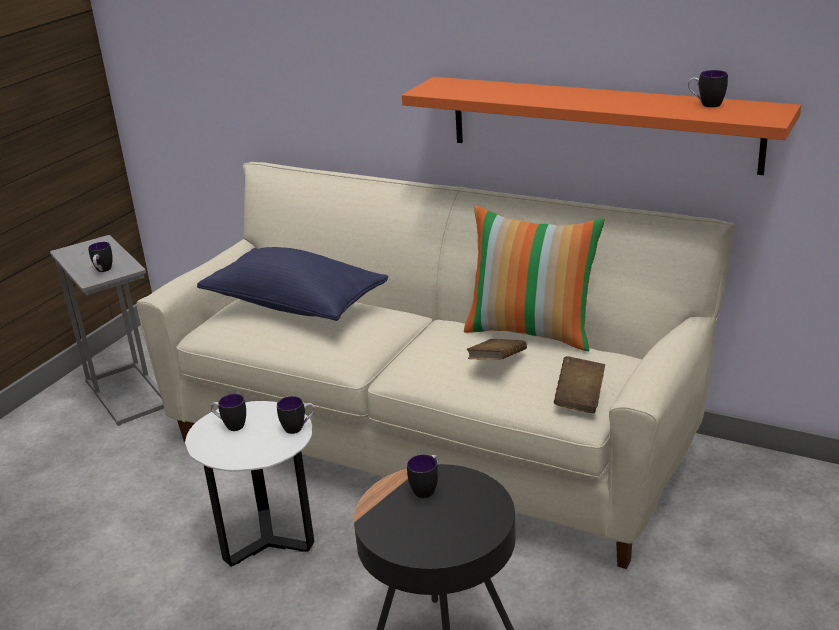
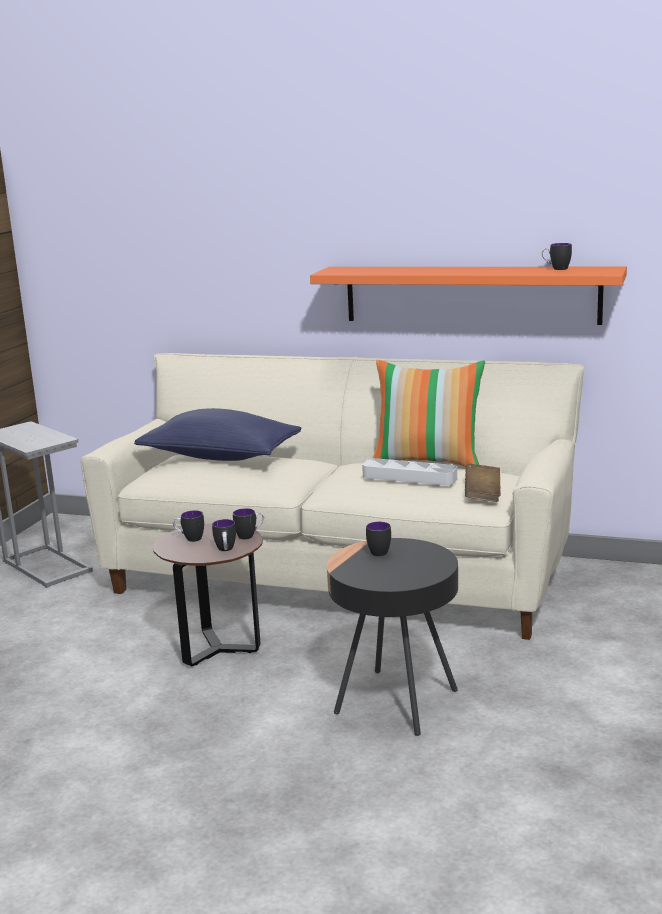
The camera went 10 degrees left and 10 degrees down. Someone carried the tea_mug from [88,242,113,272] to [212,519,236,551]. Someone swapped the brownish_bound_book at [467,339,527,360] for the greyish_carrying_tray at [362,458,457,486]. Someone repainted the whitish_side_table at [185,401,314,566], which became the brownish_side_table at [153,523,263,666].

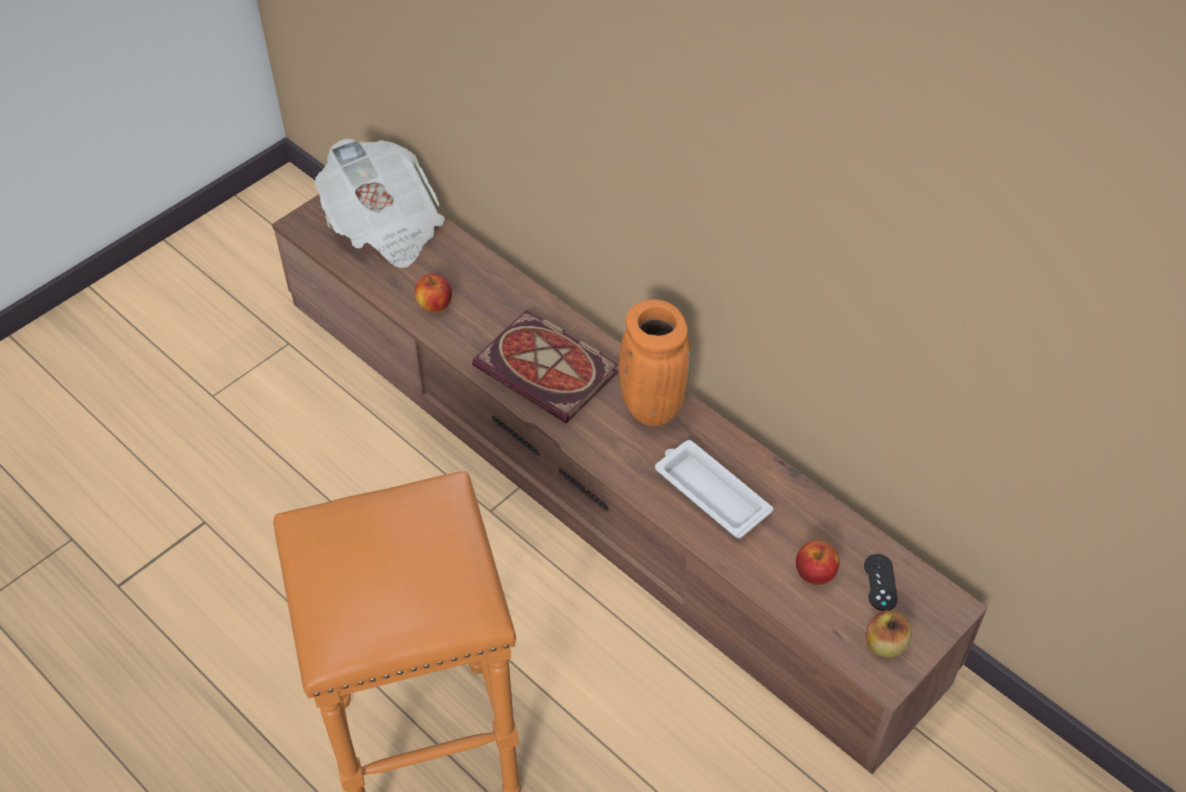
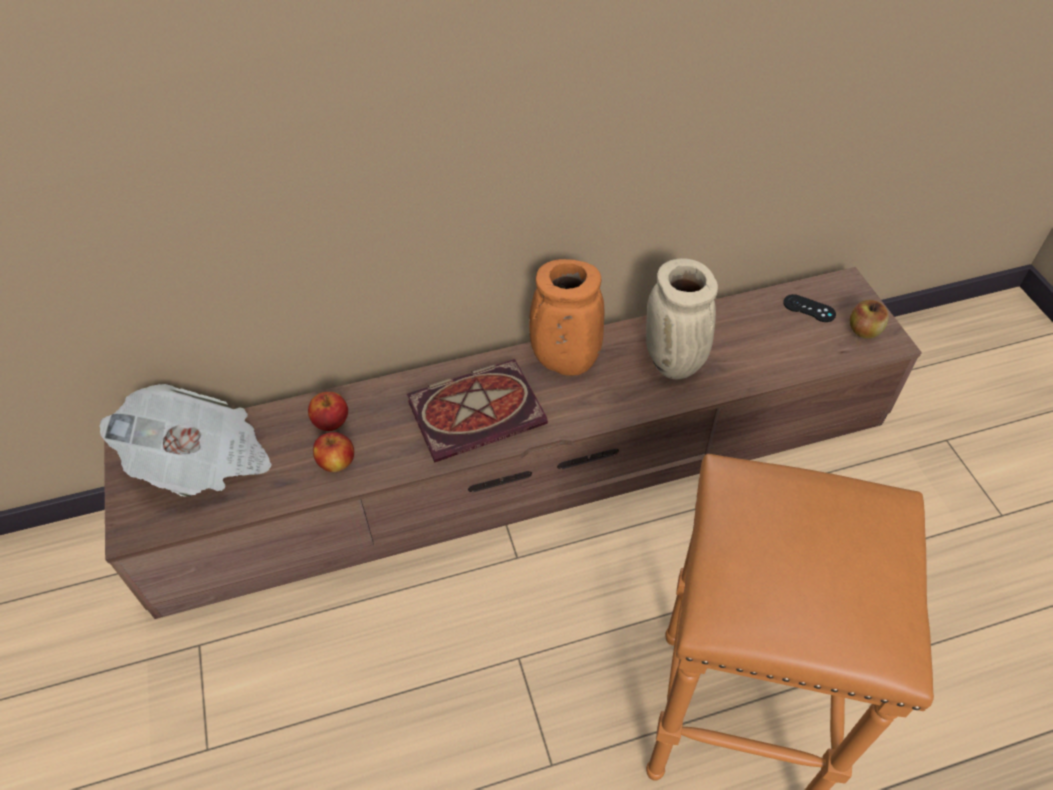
The camera went 60 degrees left and 0 degrees up. Someone carried the apple_fruit from [796,541,839,585] to [308,392,348,431]. Someone swapped the whitish_carrying_tray at [655,440,773,538] for the beige-coloured_decorative_vase at [646,258,718,379].

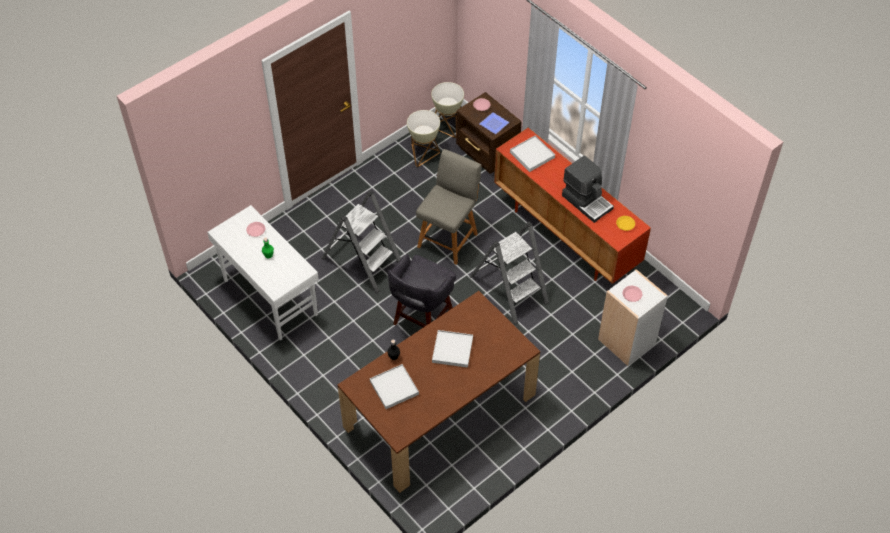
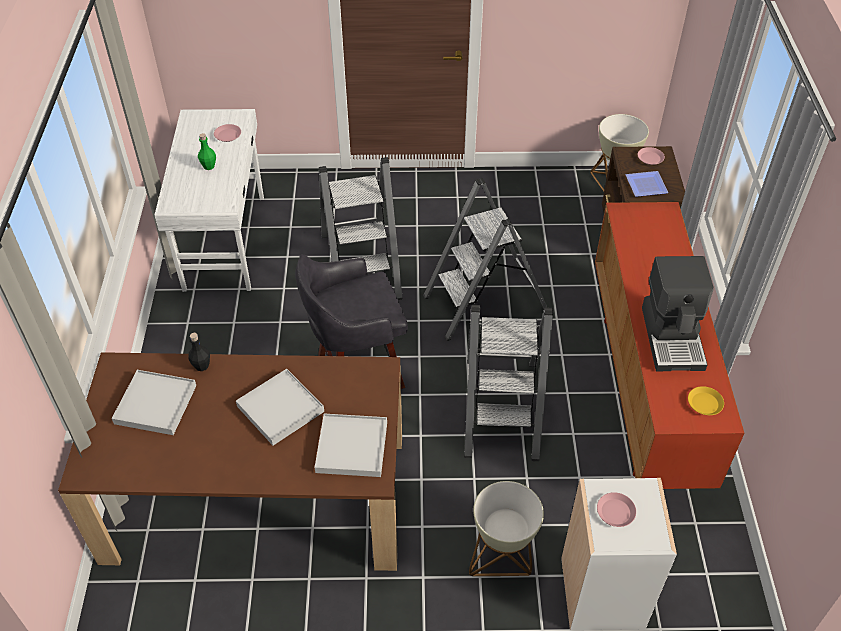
The camera went 40 degrees right and 5 degrees down. Someone carried the plant_pot from [407,110,440,167] to [469,481,544,576]. Someone carried the whitish_carrying_tray from [510,135,555,172] to [315,414,387,477]. Someone swapped the greyish_upright_chair at [416,149,481,265] for the greyish_stepladder at [423,178,548,341].

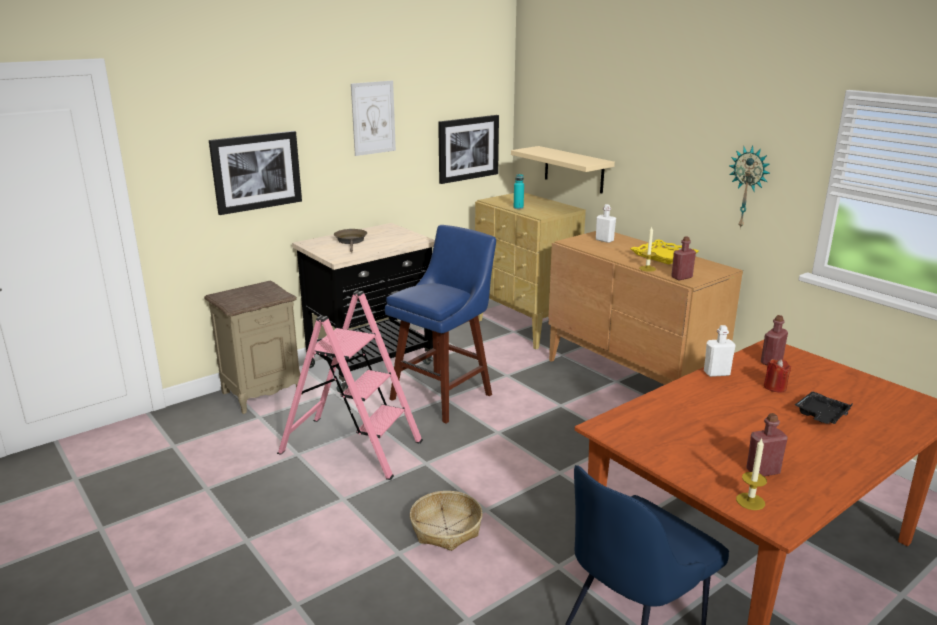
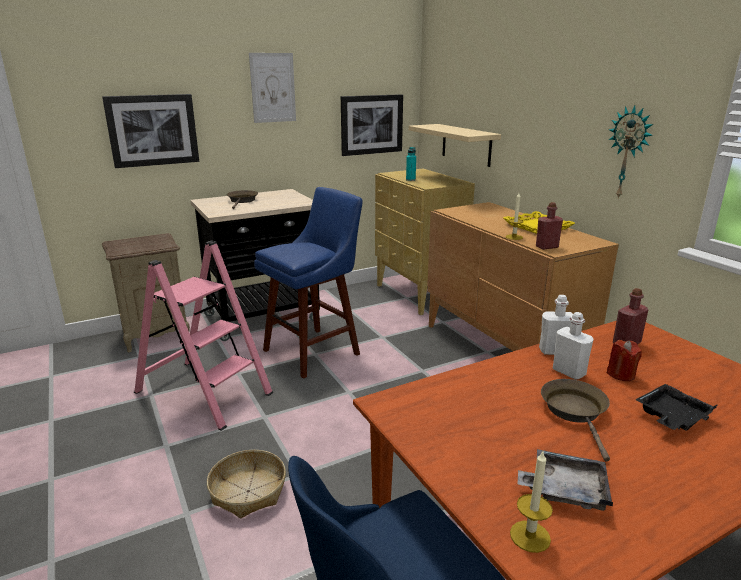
The camera went 10 degrees right and 0 degrees up. Someone put down the brownish_skillet at [541,379,610,461]. Someone carried the whitish_drink_bottle from [596,204,616,243] to [553,312,594,380]. Someone swapped the red_drink_bottle at [746,413,788,476] for the greyish_carrying_tray at [518,449,613,511].

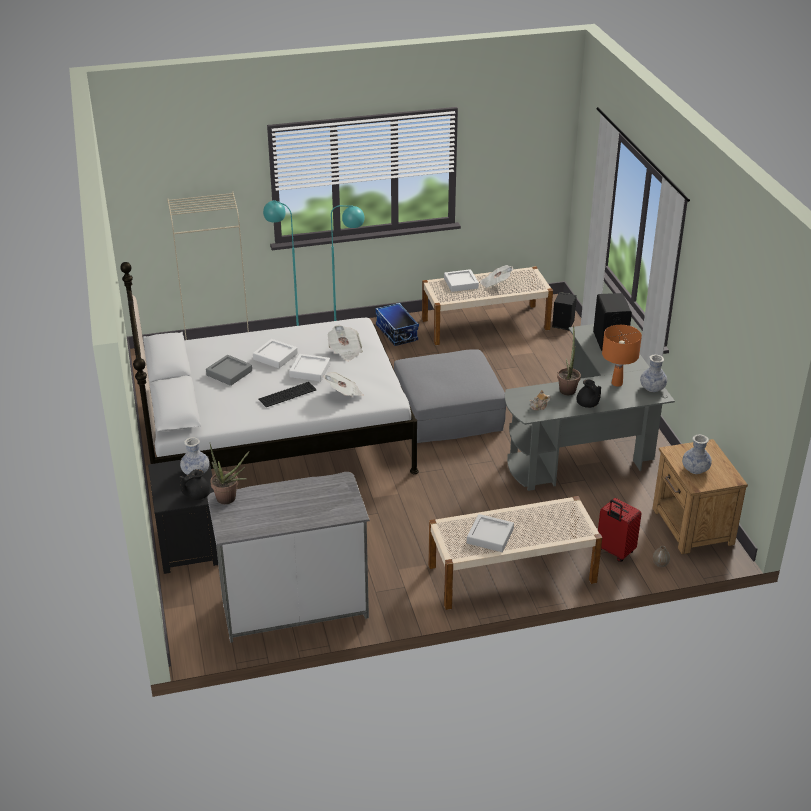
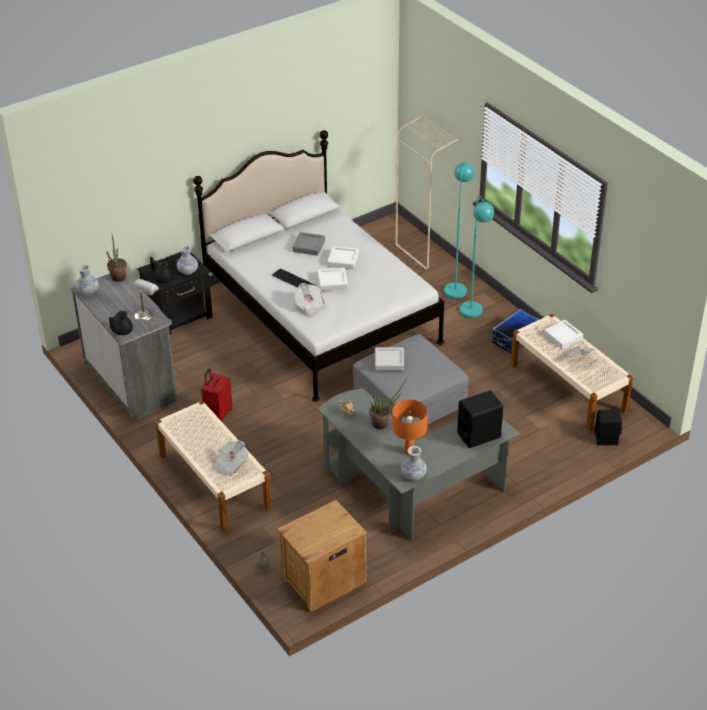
The camera went 70 degrees right and 5 degrees up. Someone put down the whitish_table_lamp at [130,279,159,321]. Someone carried the printed_paper from [327,325,363,361] to [213,441,248,476]. Someone carried the greyish_carrying_tray from [467,514,514,552] to [375,347,404,371]. Someone carried the blackish_tea_pot from [577,380,601,408] to [109,311,133,335]. Someone carried the red_piece_of_luggage from [598,498,642,562] to [201,369,232,423]. Someone carried the decorative_vase from [682,434,712,474] to [76,264,99,296].

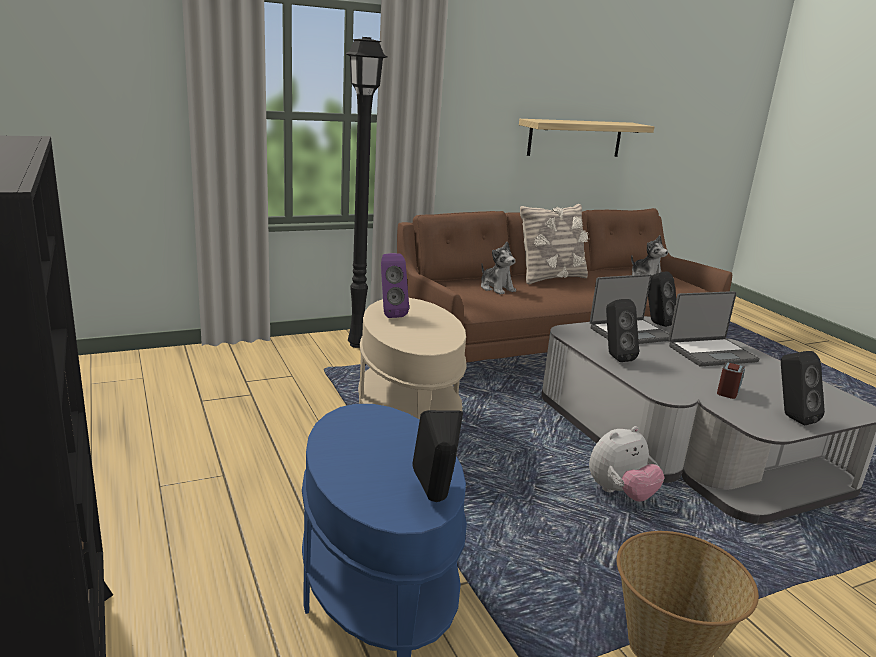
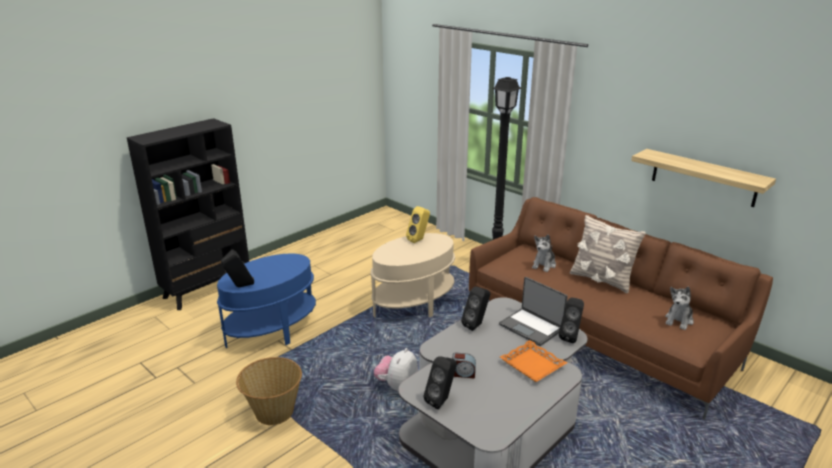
The camera went 70 degrees right and 5 degrees up. Someone swapped the portable_computer at [668,291,760,366] for the orange_carrying_tray at [500,340,567,382]. Someone repainted the purplish_loudspeaker at [381,253,409,318], which became the yellowish_loudspeaker at [406,206,430,243]. Someone rotated the plush_toy at [589,426,664,502] by 75 degrees clockwise.

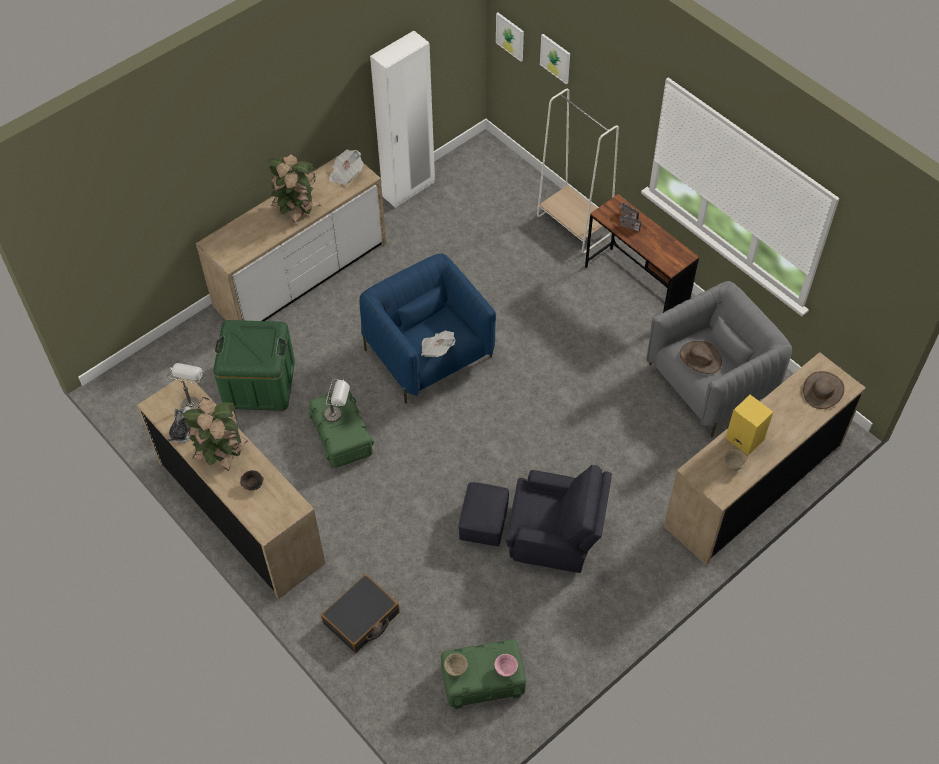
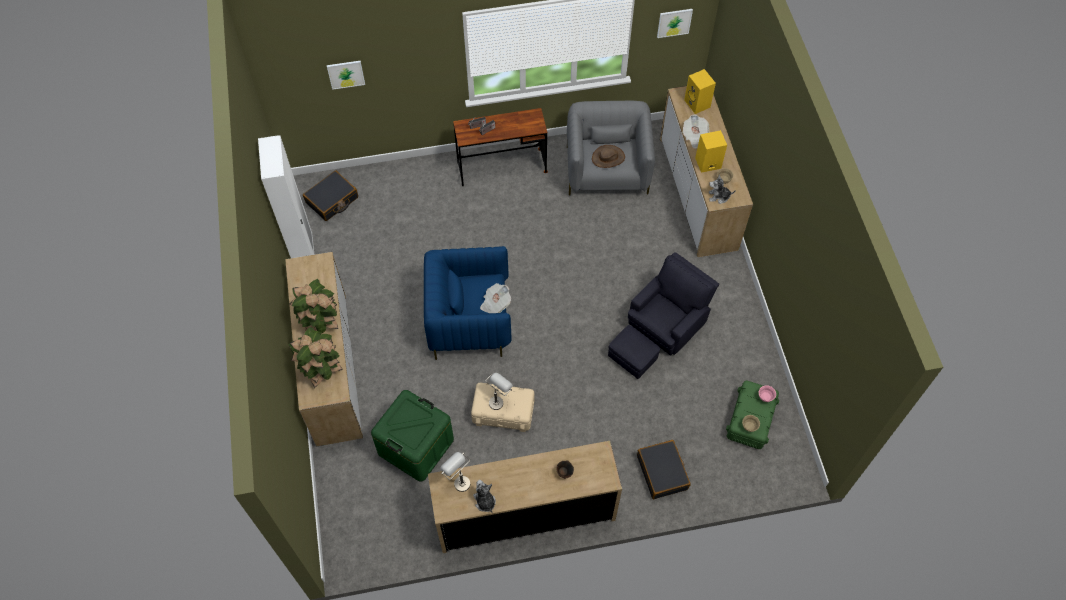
The camera went 60 degrees left and 5 degrees up. Someone took away the clothes_rack at [537,89,619,253]. Someone put down the blackish_piece_of_luggage at [303,170,358,221]. Someone put down the plush_toy at [709,175,736,204]. Someone carried the houseplant from [182,397,248,471] to [289,327,343,388]. Someone carried the printed_paper from [329,150,363,186] to [682,114,709,149]. Someone carried the wall_picture from [496,13,524,62] to [657,9,693,38]. Someone swapped the brownish_hat at [803,371,845,409] for the yellowish_loudspeaker at [684,69,716,114]. Someone repainted the green-coloured_storage_box at [308,390,374,468], which became the beige-coloured_storage_box at [471,383,534,432].

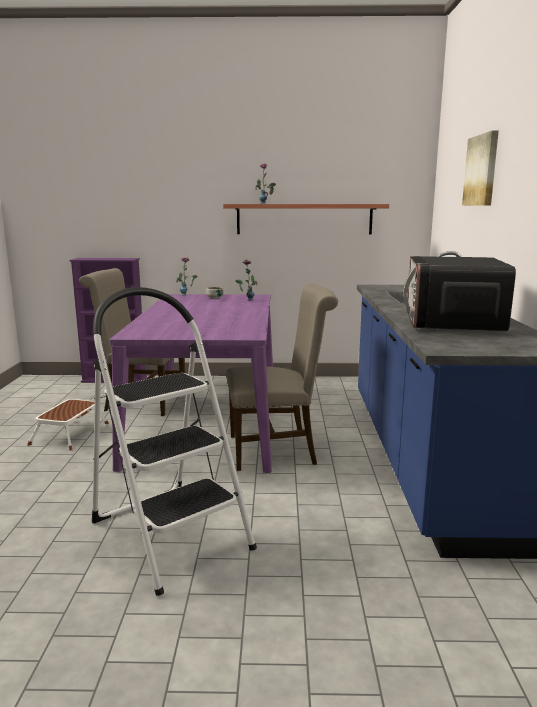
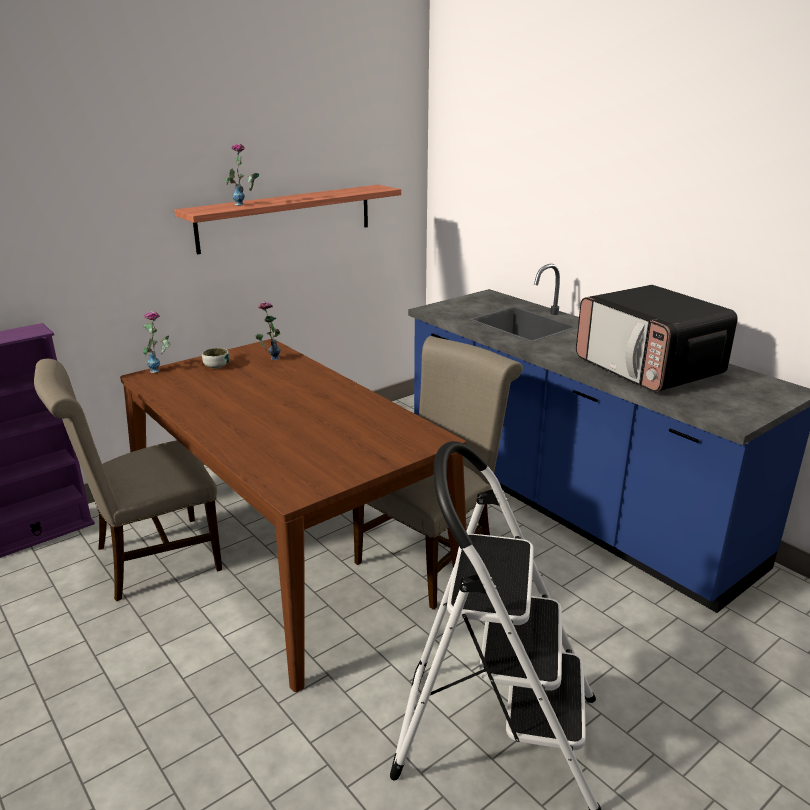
The camera went 40 degrees left and 10 degrees up. Someone took away the brownish_stepladder at [27,399,109,451]. Someone took away the wall_picture at [462,131,499,205]. Someone repainted the purplish_dining_table at [109,294,273,473], which became the brownish_dining_table at [120,339,467,692].

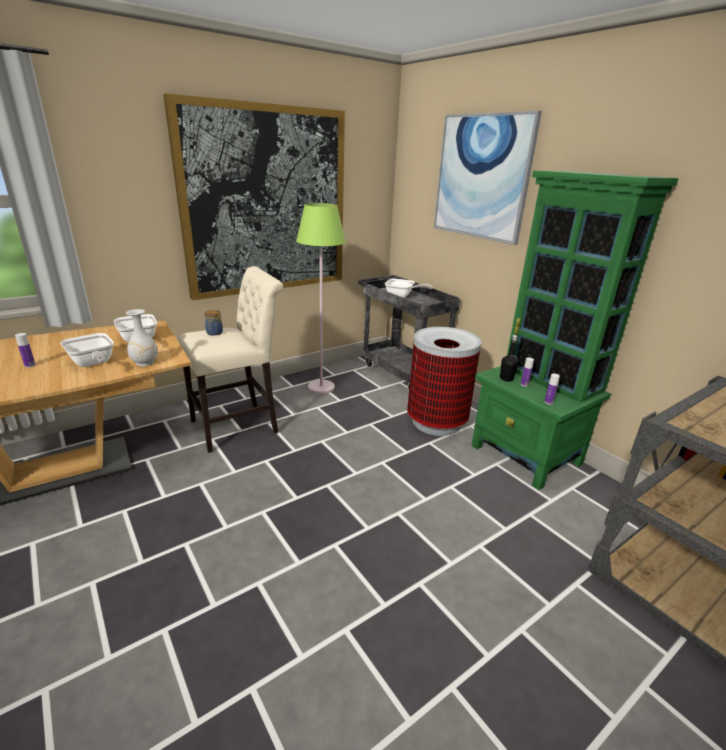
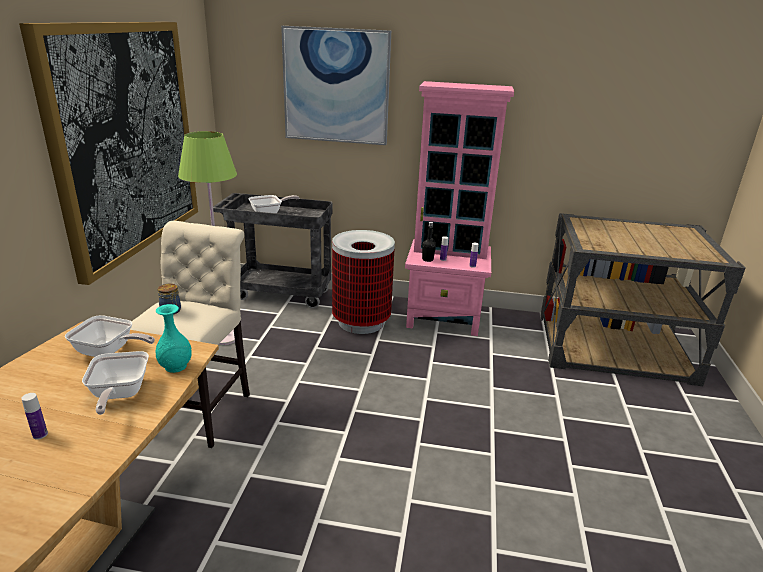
The camera went 45 degrees left and 0 degrees up. Someone repainted the whitish_decorative_vase at [126,309,158,366], which became the turquoise-coloured_decorative_vase at [156,304,192,373]. Someone repainted the green-coloured_storage_cabinet at [471,171,679,490], which became the pinkish_storage_cabinet at [405,81,514,336]. Someone rotated the skillet at [60,333,114,367] by 75 degrees clockwise.

